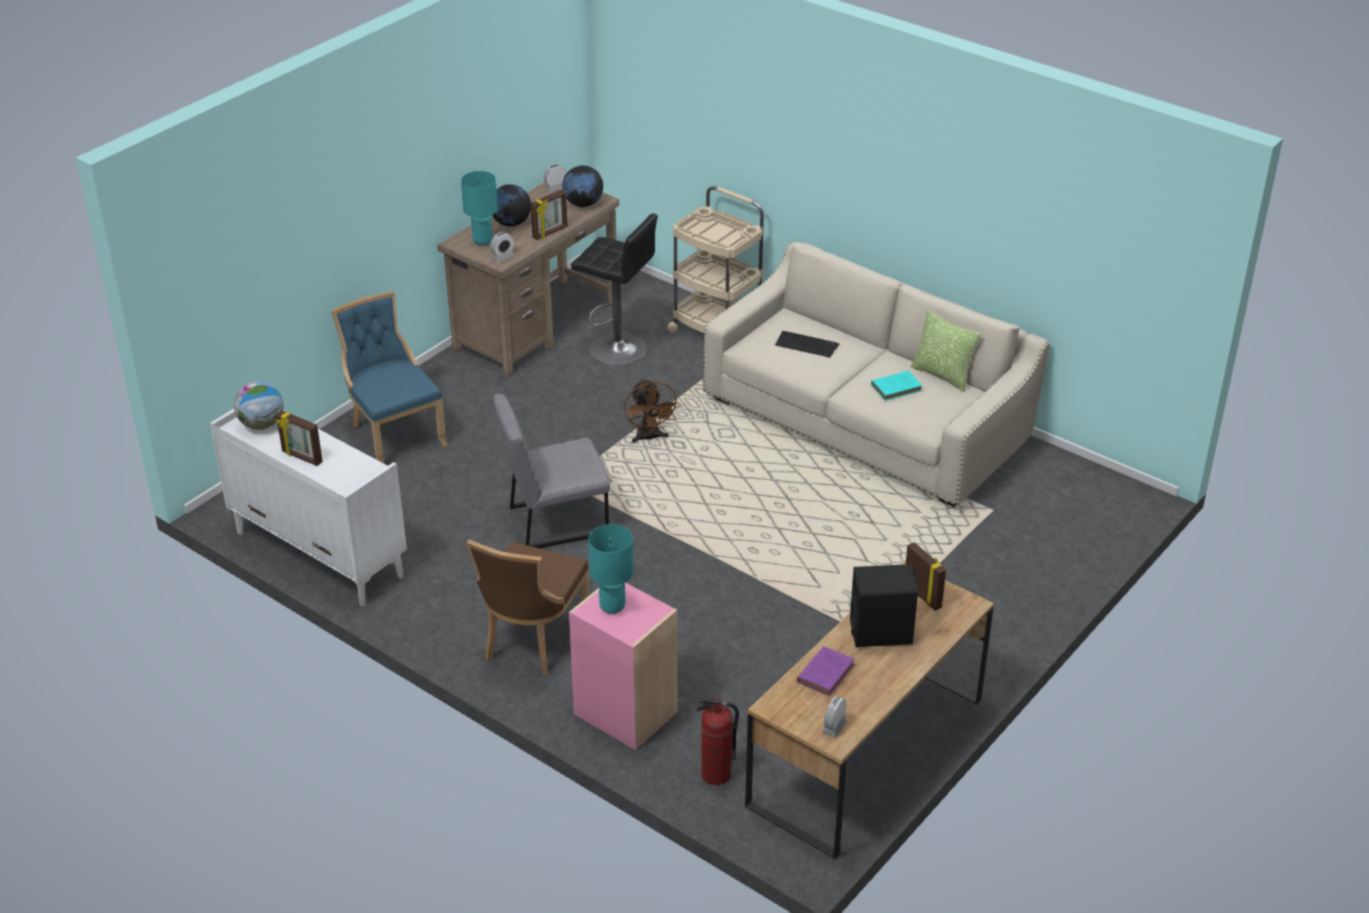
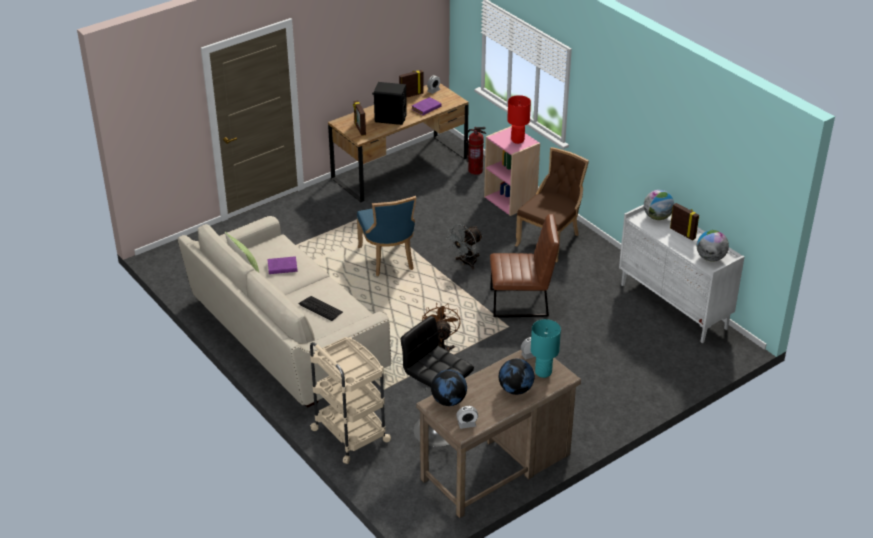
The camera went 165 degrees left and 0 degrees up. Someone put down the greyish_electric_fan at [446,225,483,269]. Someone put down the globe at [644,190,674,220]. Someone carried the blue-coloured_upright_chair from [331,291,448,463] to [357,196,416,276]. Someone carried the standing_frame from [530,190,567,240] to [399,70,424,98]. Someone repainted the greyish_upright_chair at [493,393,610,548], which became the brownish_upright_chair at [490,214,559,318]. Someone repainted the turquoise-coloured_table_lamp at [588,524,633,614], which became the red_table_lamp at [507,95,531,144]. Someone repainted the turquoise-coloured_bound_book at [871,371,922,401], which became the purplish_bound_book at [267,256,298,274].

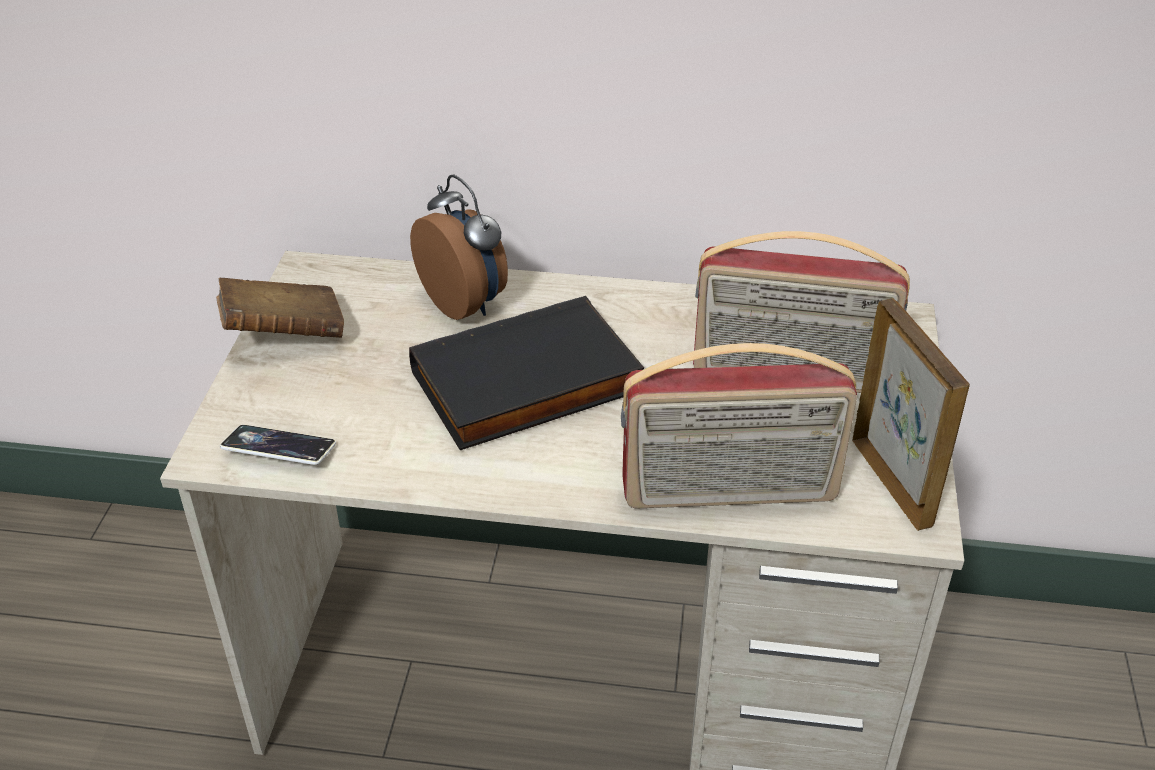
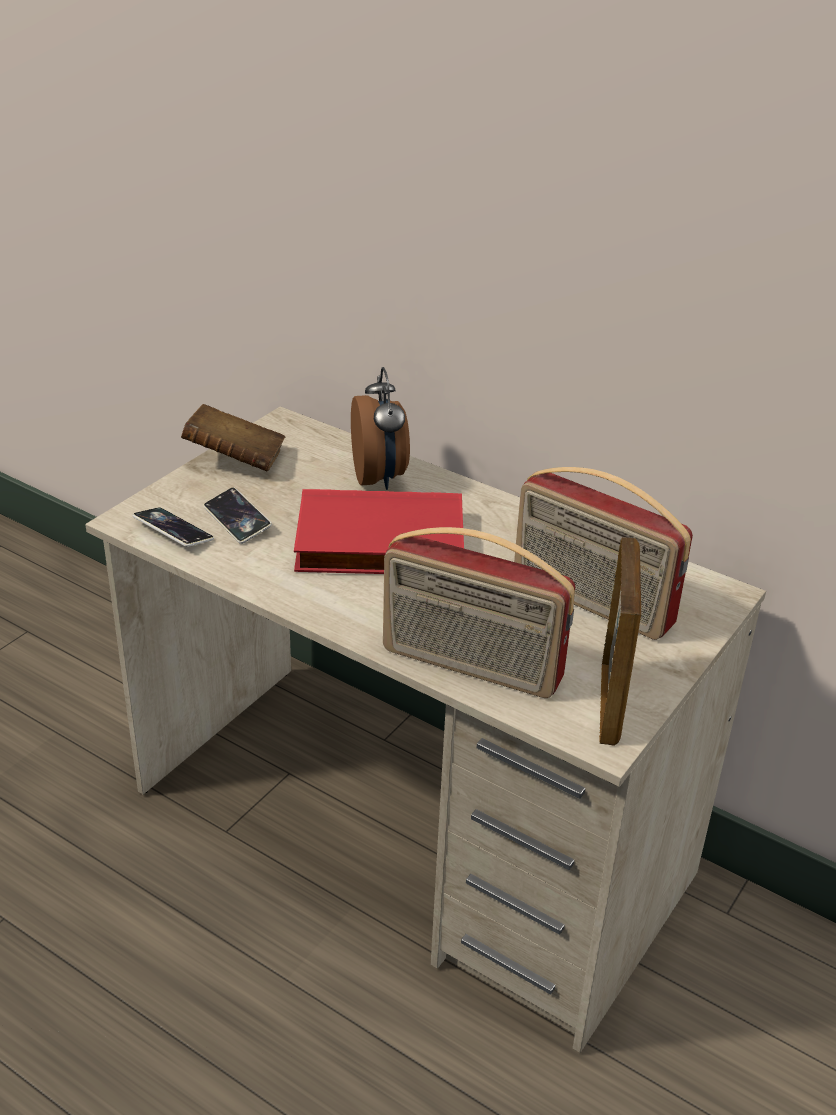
The camera went 25 degrees right and 5 degrees down. Someone put down the telephone at [203,487,272,544]. Someone repainted the blackish_bound_book at [409,296,644,450], which became the red_bound_book at [294,489,464,574].

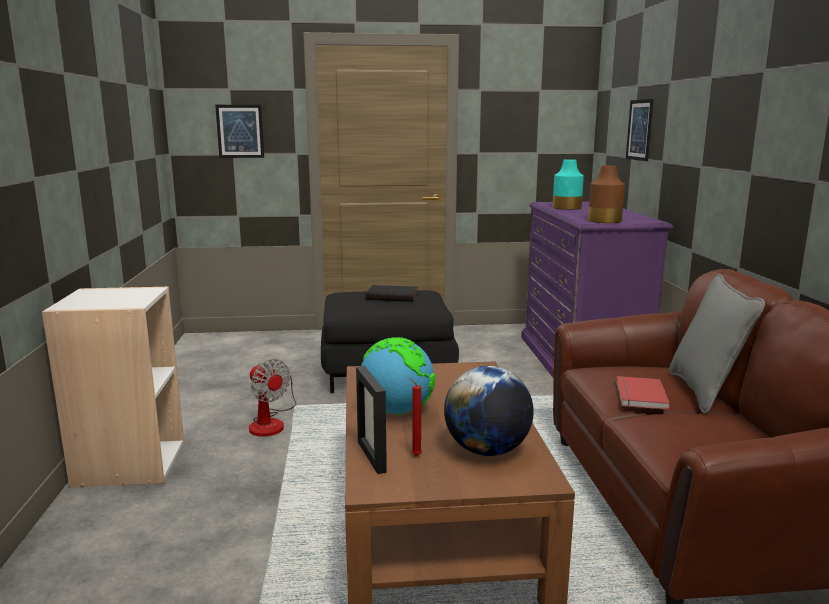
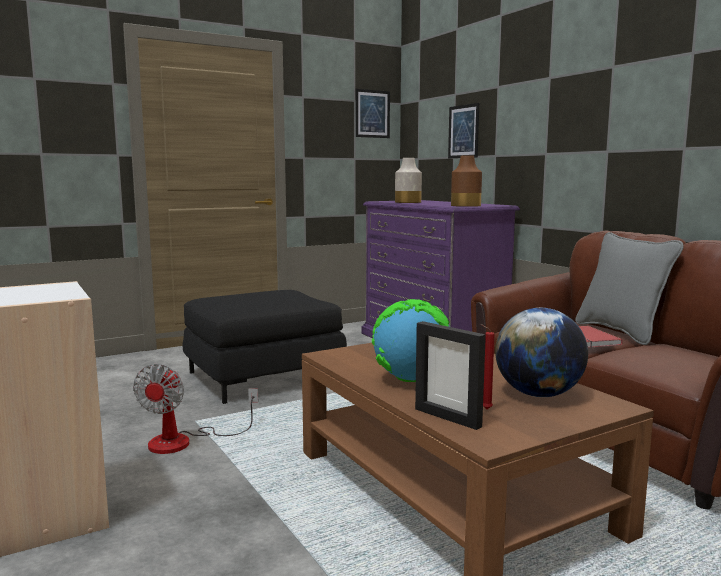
The camera went 25 degrees left and 5 degrees down. Someone took away the blackish_bound_book at [366,285,418,302]. Someone carried the wall_picture from [215,105,264,158] to [355,89,390,138]. Someone repainted the turquoise-coloured_decorative_vase at [553,159,584,210], which became the beige-coloured_decorative_vase at [395,158,422,203]. Someone rotated the electric_fan at [249,359,296,437] by 75 degrees clockwise.

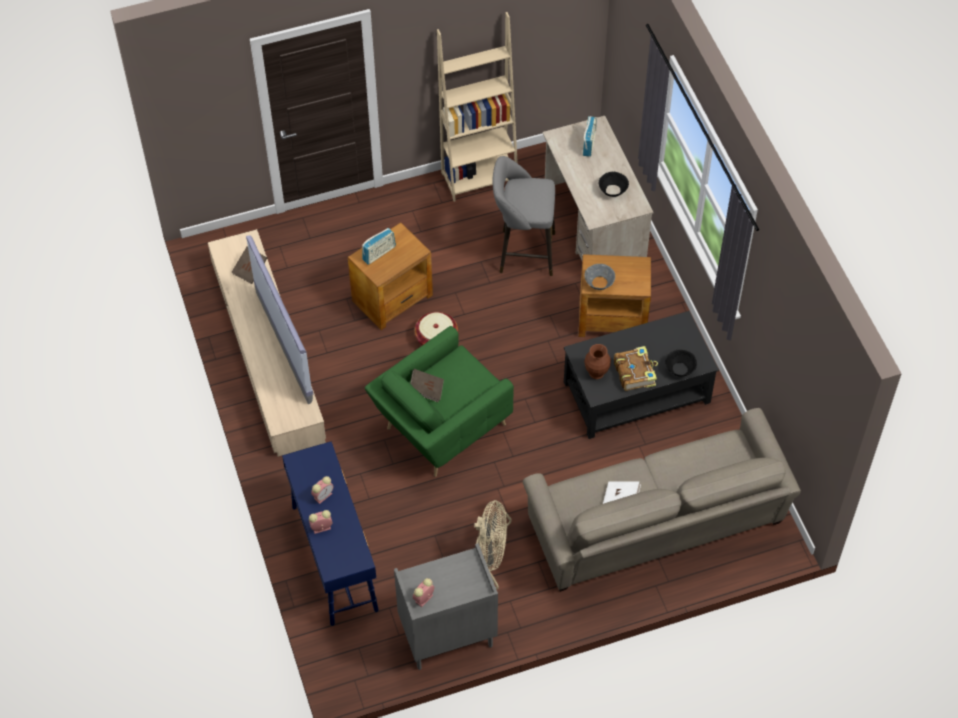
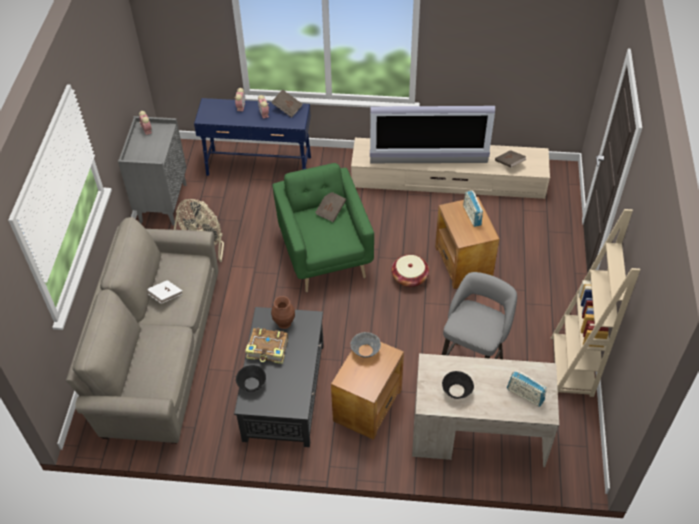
The camera went 115 degrees right and 5 degrees down. Someone put down the brownish_bound_book at [272,89,303,118].

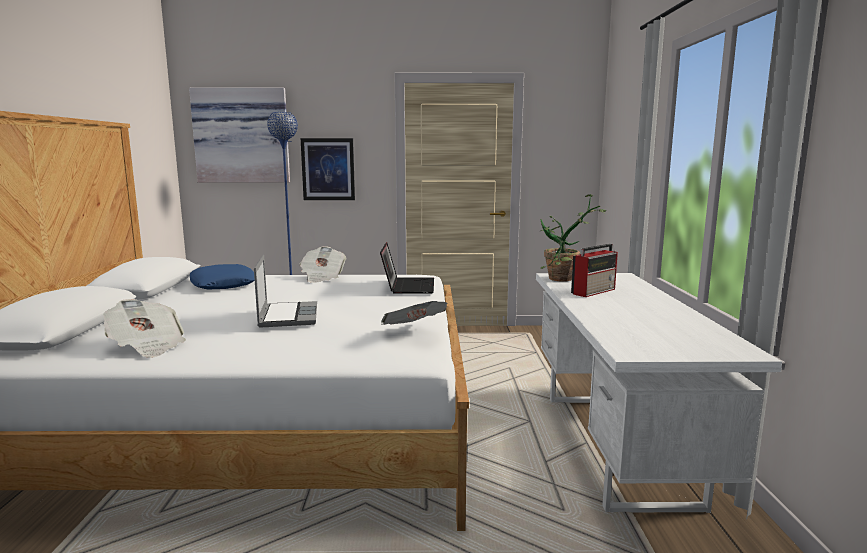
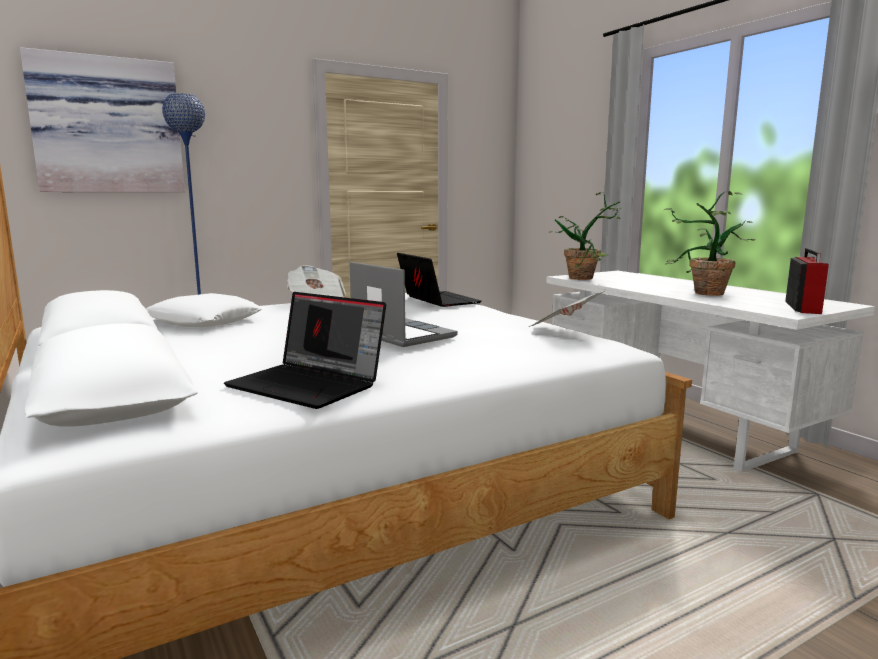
The camera went 30 degrees left and 0 degrees up. Someone took away the wall_picture at [301,138,355,200]. Someone put down the houseplant at [664,191,755,296]. Someone carried the radio_set from [571,244,618,297] to [785,248,829,314]. Someone swapped the printed_paper at [103,299,186,358] for the portable_computer at [224,292,386,409]. Someone repainted the blue-coloured_cushion at [190,264,255,289], which became the whitish_cushion at [146,293,262,327].

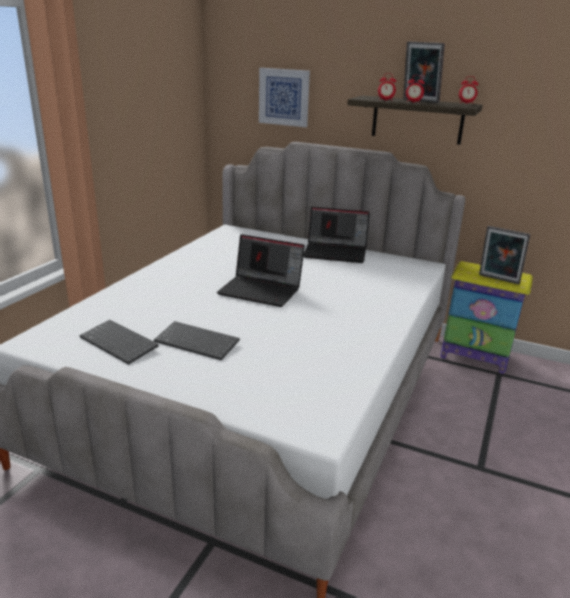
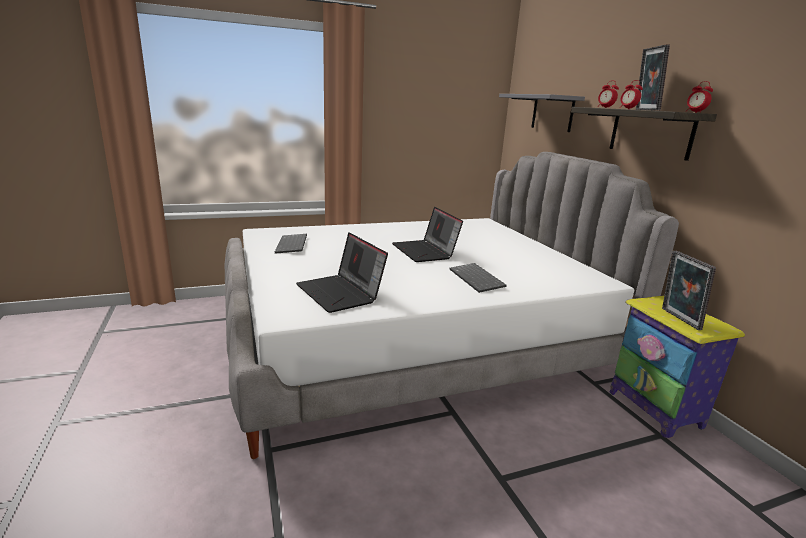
The camera went 45 degrees right and 5 degrees down. Someone carried the PC_keyboard from [154,321,240,360] to [450,263,507,293]. Someone carried the portable_computer from [303,207,370,263] to [296,232,388,313]. Someone swapped the wall_picture at [259,68,310,127] for the greyish_shelf at [499,94,585,132].

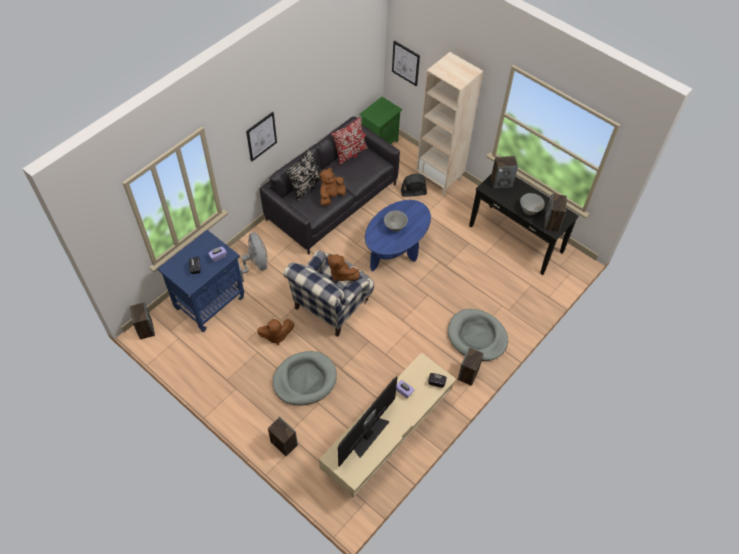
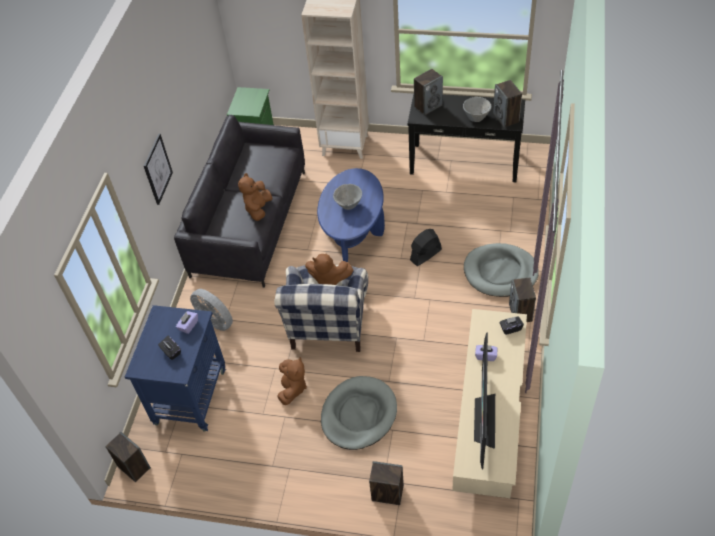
The camera went 25 degrees left and 5 degrees down. Someone took away the blackish_cushion at [286,149,321,201]. Someone took away the red_cushion at [331,117,368,165]. Someone took away the wall_picture at [392,41,420,86]. Someone carried the blackish_electric_fan from [401,174,427,197] to [410,229,442,266]. Someone rotated the brownish_plush_toy at [257,319,294,345] by 45 degrees counterclockwise.

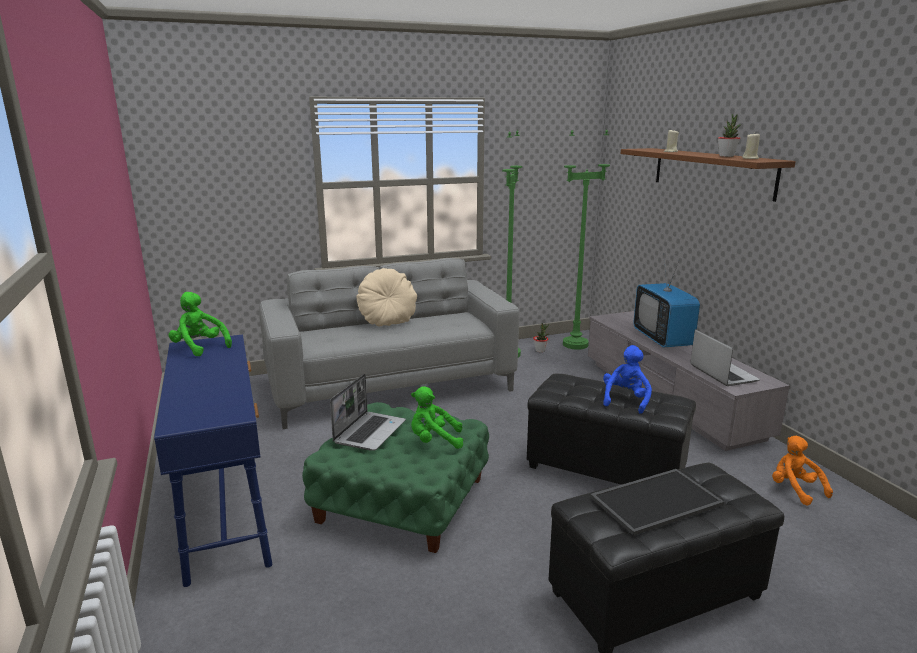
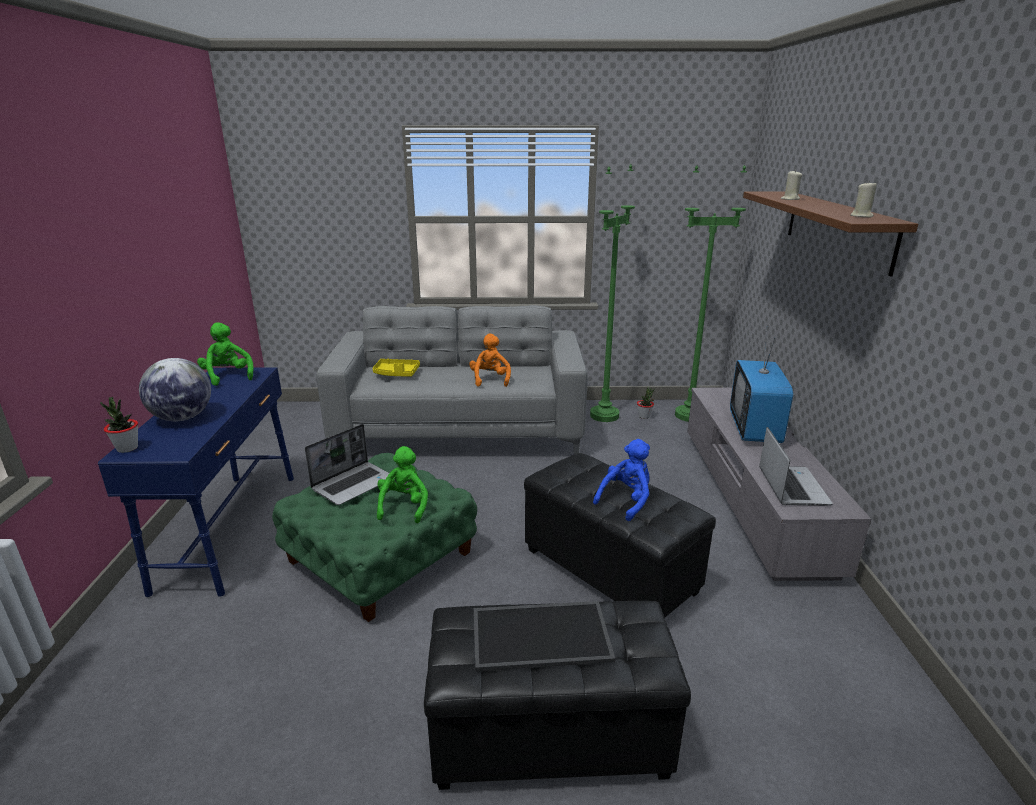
The camera went 20 degrees right and 5 degrees up. Someone took away the beige-coloured_cushion at [356,268,417,327]. Someone put down the globe at [139,358,211,421]. Someone put down the yellowish_carrying_tray at [373,359,420,377]. Someone carried the houseplant from [718,114,742,157] to [100,397,138,453]. Someone carried the orange_plush_toy from [772,436,833,506] to [469,334,511,387]. Someone rotated the green-coloured_plush_toy at [411,386,463,449] by 75 degrees clockwise.

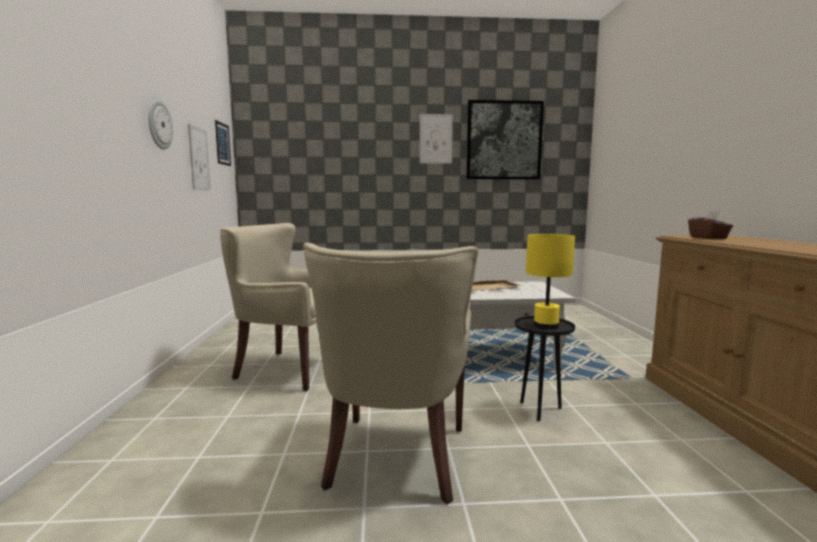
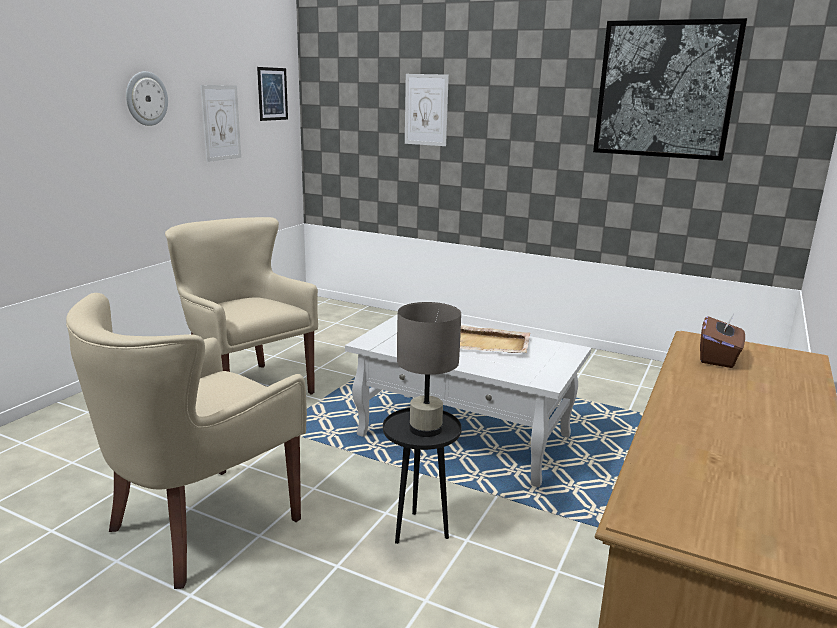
The camera went 30 degrees right and 10 degrees up. Someone carried the wall_picture from [420,114,453,164] to [405,74,449,146]. Someone repainted the yellowish_table_lamp at [526,234,575,329], which became the greyish_table_lamp at [397,302,461,437].

